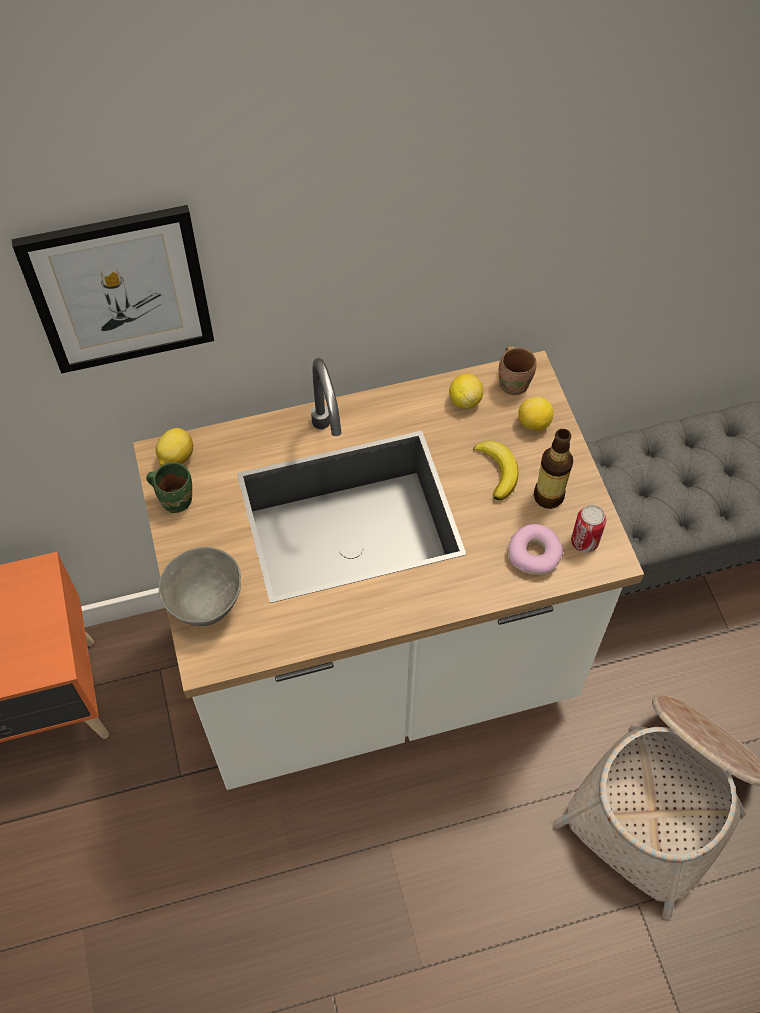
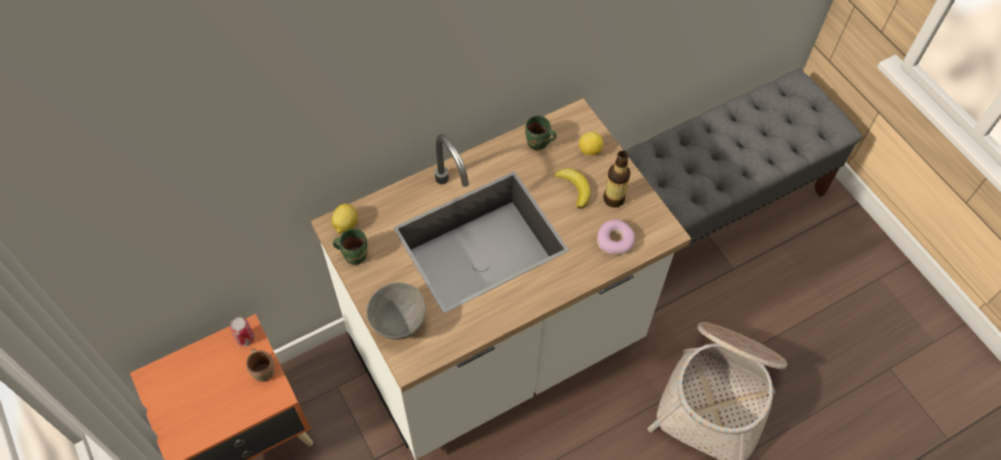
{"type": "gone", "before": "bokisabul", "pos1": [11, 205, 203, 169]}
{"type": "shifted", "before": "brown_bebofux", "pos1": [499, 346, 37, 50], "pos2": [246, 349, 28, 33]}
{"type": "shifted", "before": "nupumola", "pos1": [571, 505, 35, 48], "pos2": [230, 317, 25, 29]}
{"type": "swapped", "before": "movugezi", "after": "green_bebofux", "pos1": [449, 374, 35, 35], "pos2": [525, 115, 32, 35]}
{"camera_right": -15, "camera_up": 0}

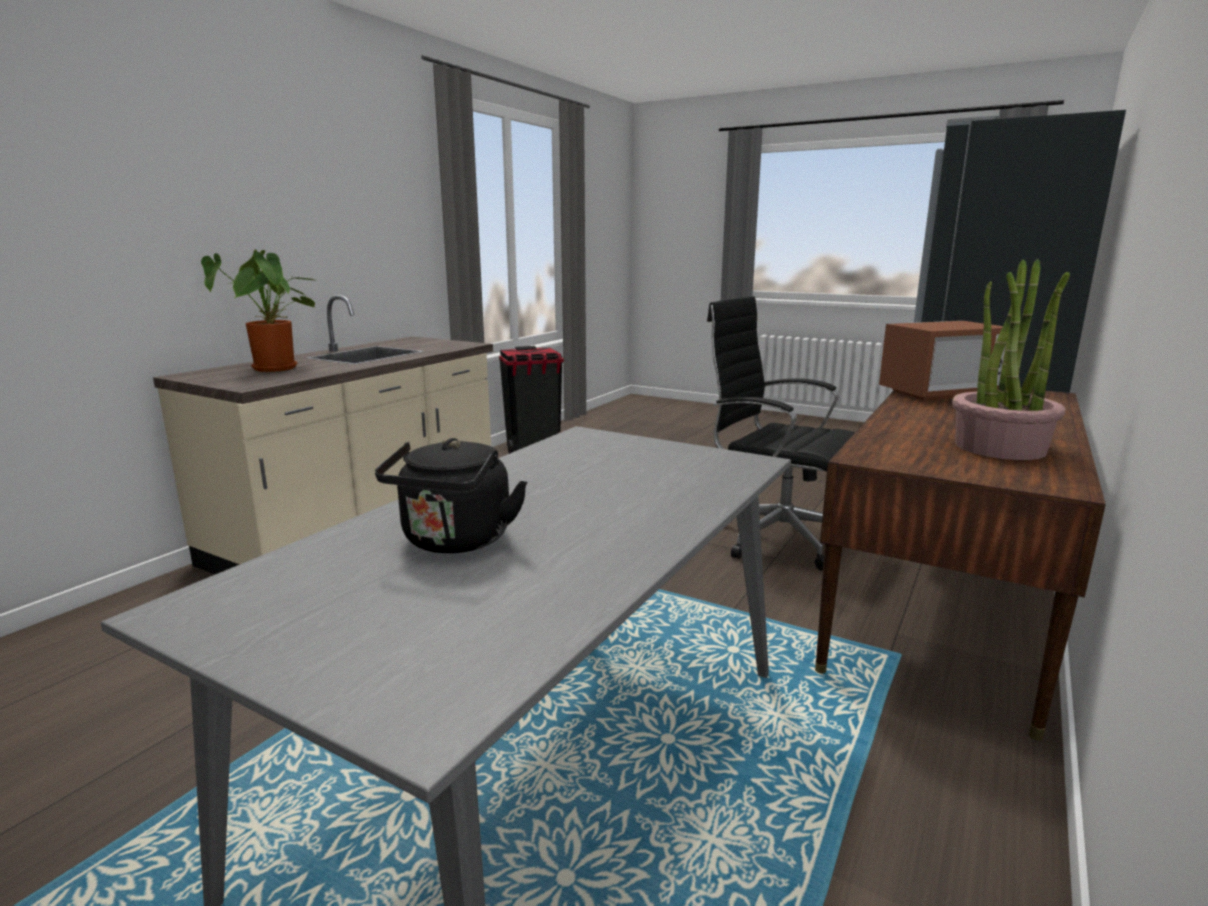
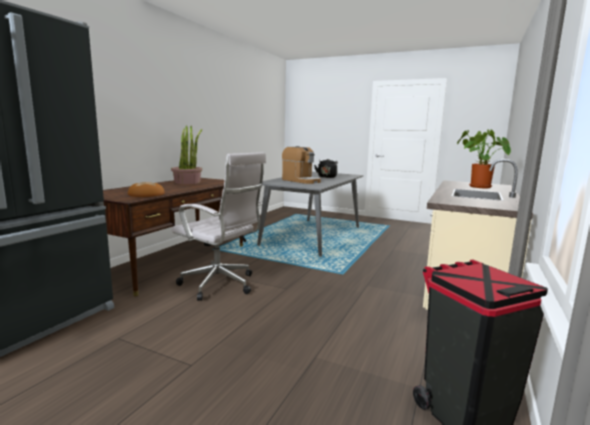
{"type": "new", "after": "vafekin", "pos2": [282, 146, 39, 38]}
{"type": "swapped", "before": "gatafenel", "after": "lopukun", "pos1": [879, 321, 127, 80], "pos2": [128, 182, 37, 15]}
{"type": "repainted", "before": "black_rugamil", "after": "white_rugamil", "pos1": [707, 296, 148, 274], "pos2": [171, 152, 95, 149]}
{"camera_right": 175, "camera_up": -5}

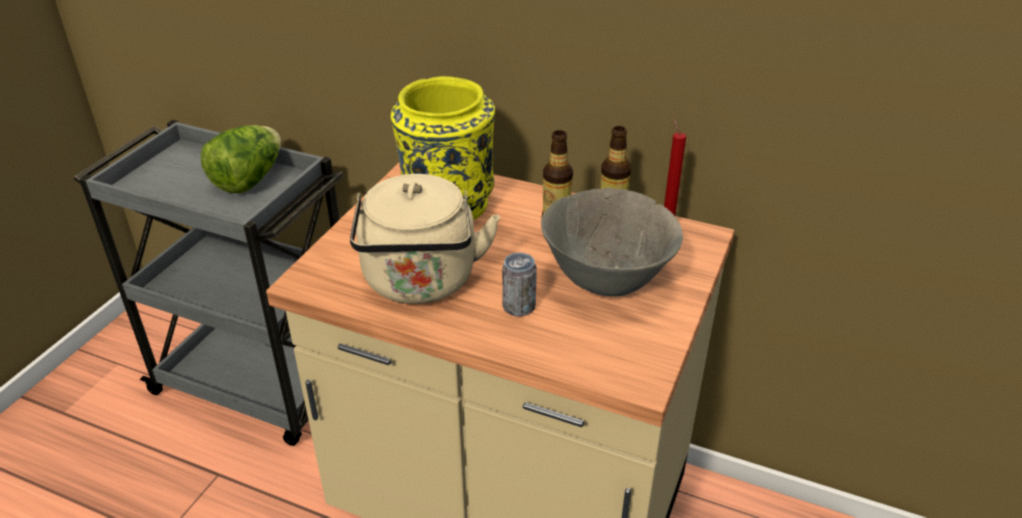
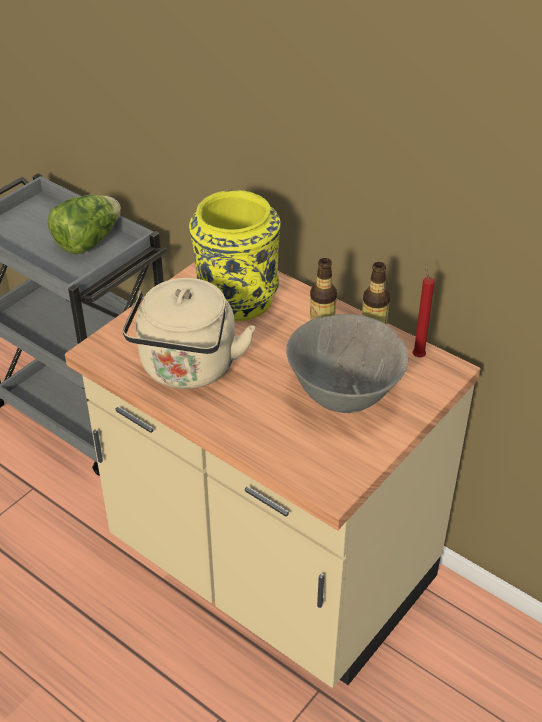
{"type": "gone", "before": "nupumola", "pos1": [502, 252, 35, 65]}
{"camera_right": 15, "camera_up": 5}

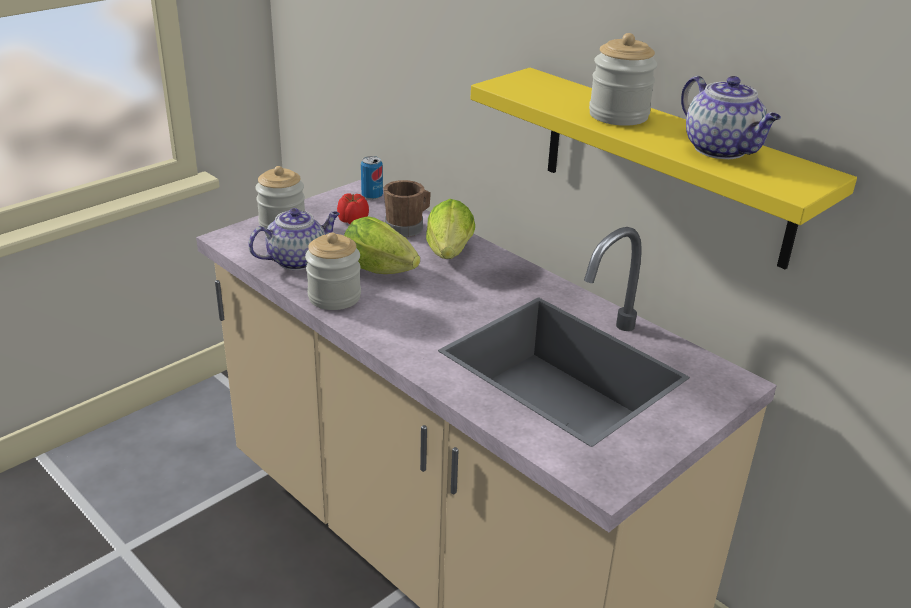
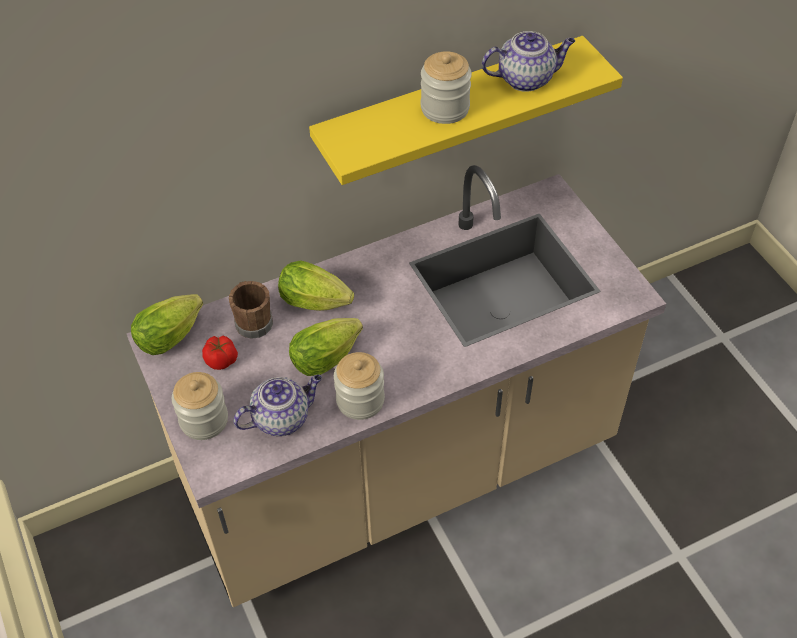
{"type": "swapped", "before": "nupumola", "after": "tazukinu", "pos1": [361, 156, 22, 44], "pos2": [131, 294, 72, 61]}
{"type": "rotated", "before": "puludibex", "pos1": [248, 208, 92, 62], "pos2": [233, 375, 89, 61], "turn": 75}
{"camera_right": -70, "camera_up": 20}

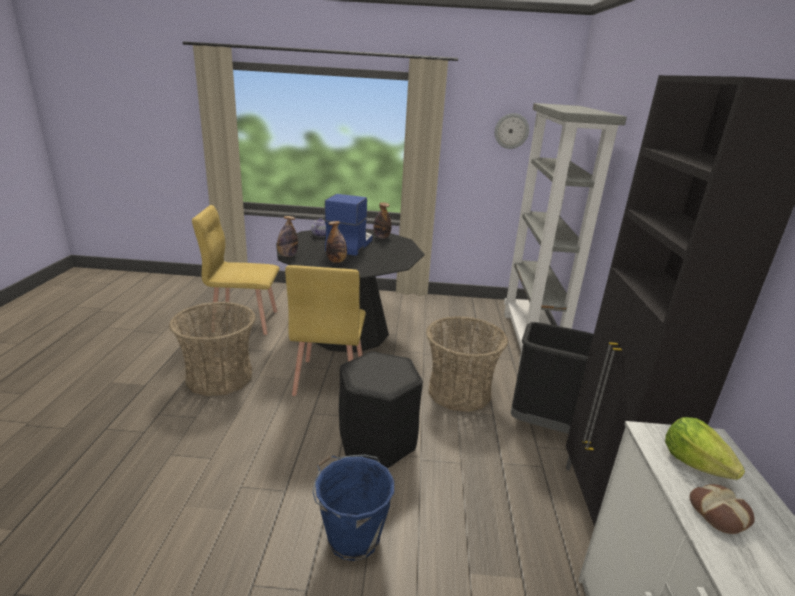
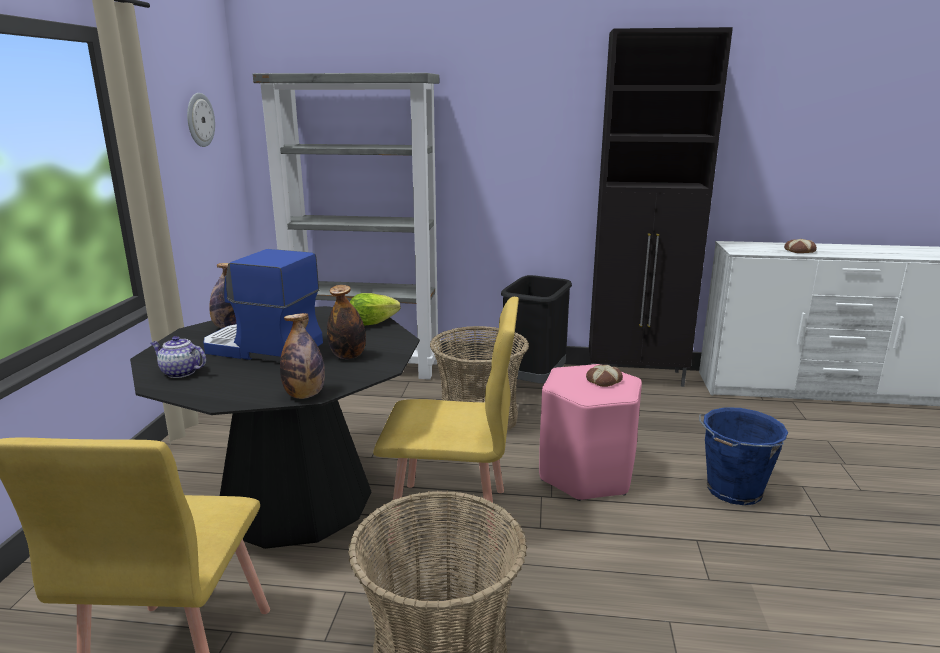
{"type": "new", "after": "lopukun", "pos2": [586, 365, 37, 22]}
{"type": "shifted", "before": "tazukinu", "pos1": [665, 417, 80, 63], "pos2": [350, 293, 50, 32]}
{"type": "repainted", "before": "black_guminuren", "after": "pink_guminuren", "pos1": [339, 352, 84, 116], "pos2": [539, 364, 103, 137]}
{"camera_right": -85, "camera_up": -5}

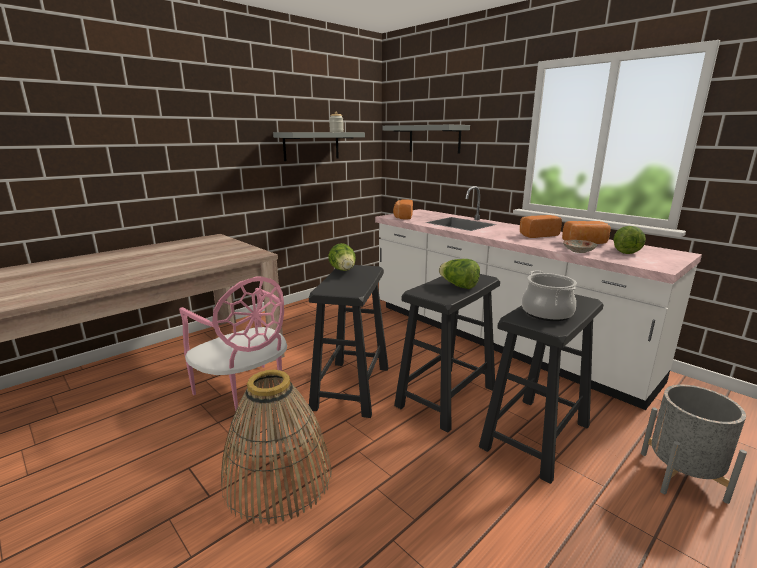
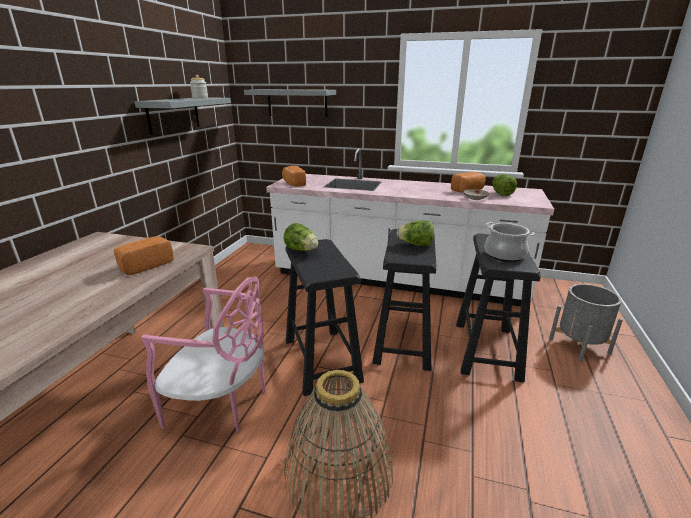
{"type": "shifted", "before": "lopukun", "pos1": [520, 215, 42, 23], "pos2": [114, 236, 60, 39]}
{"camera_right": -30, "camera_up": 5}

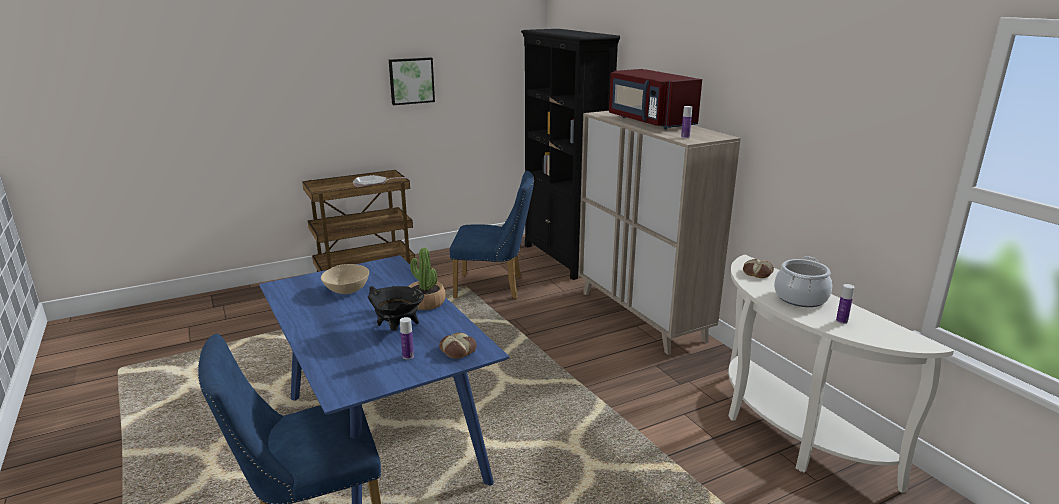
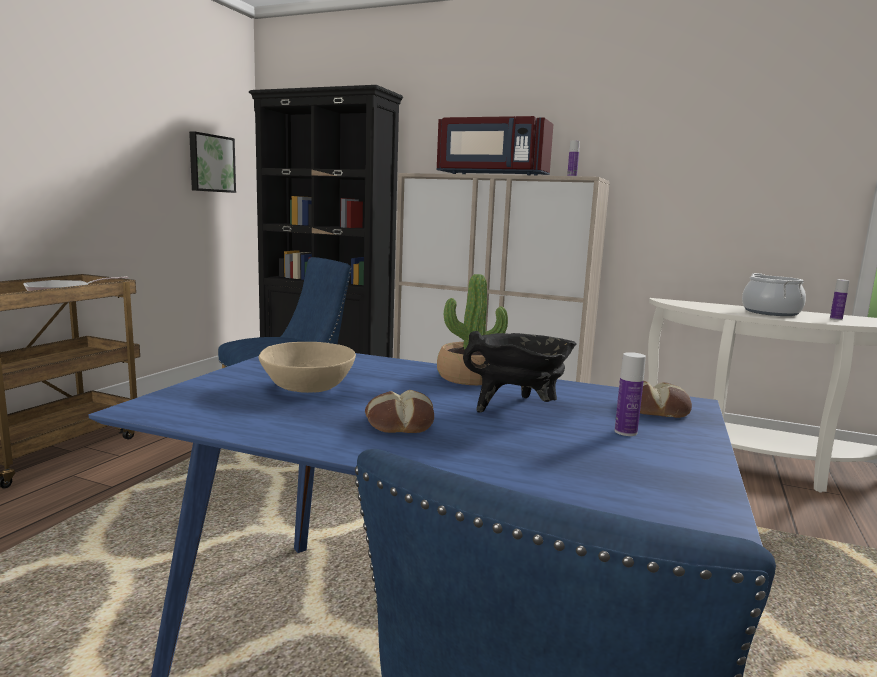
{"type": "shifted", "before": "bokisabul", "pos1": [389, 57, 46, 48], "pos2": [189, 131, 47, 62]}
{"type": "shifted", "before": "lopukun", "pos1": [743, 259, 31, 19], "pos2": [365, 390, 69, 43]}
{"camera_right": -40, "camera_up": -10}

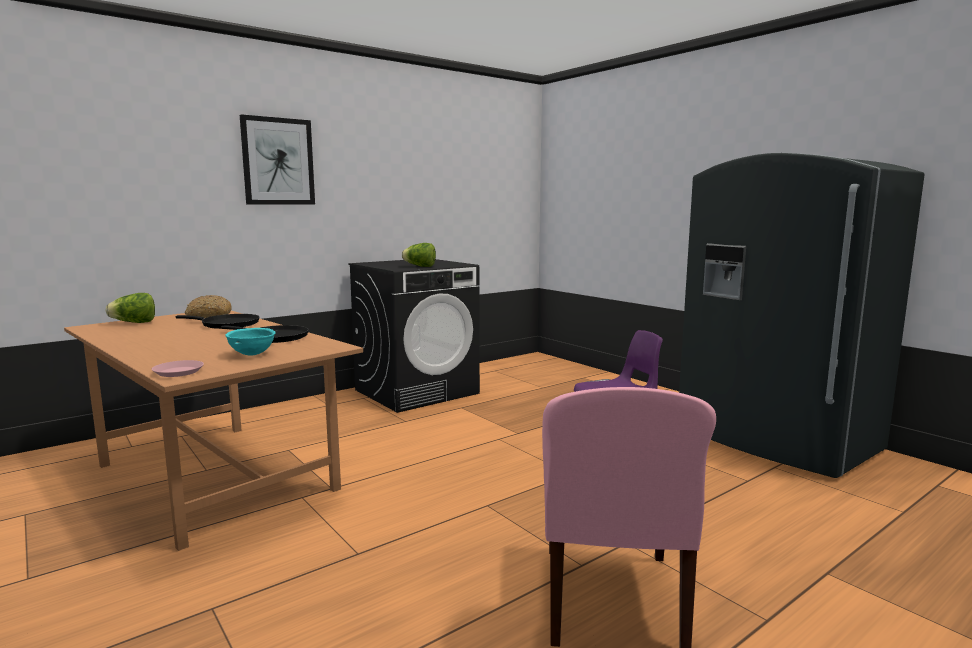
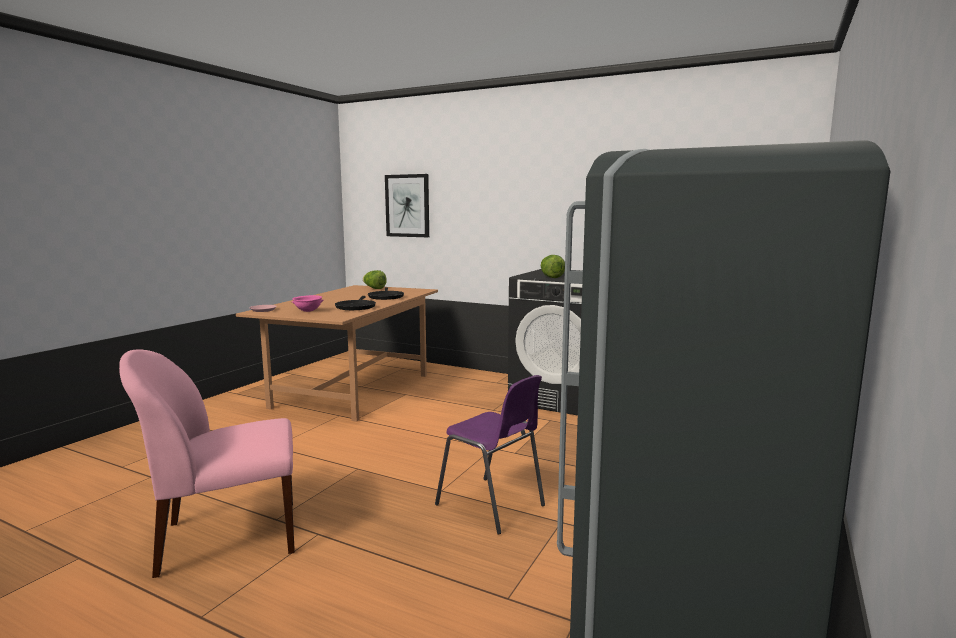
{"type": "gone", "before": "lopukun", "pos1": [185, 295, 47, 23]}
{"type": "shifted", "before": "bokisabul", "pos1": [240, 114, 75, 91], "pos2": [385, 174, 44, 63]}
{"type": "repainted", "before": "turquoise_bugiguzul", "after": "pink_bugiguzul", "pos1": [225, 328, 50, 28], "pos2": [292, 295, 32, 17]}
{"camera_right": 65, "camera_up": 0}

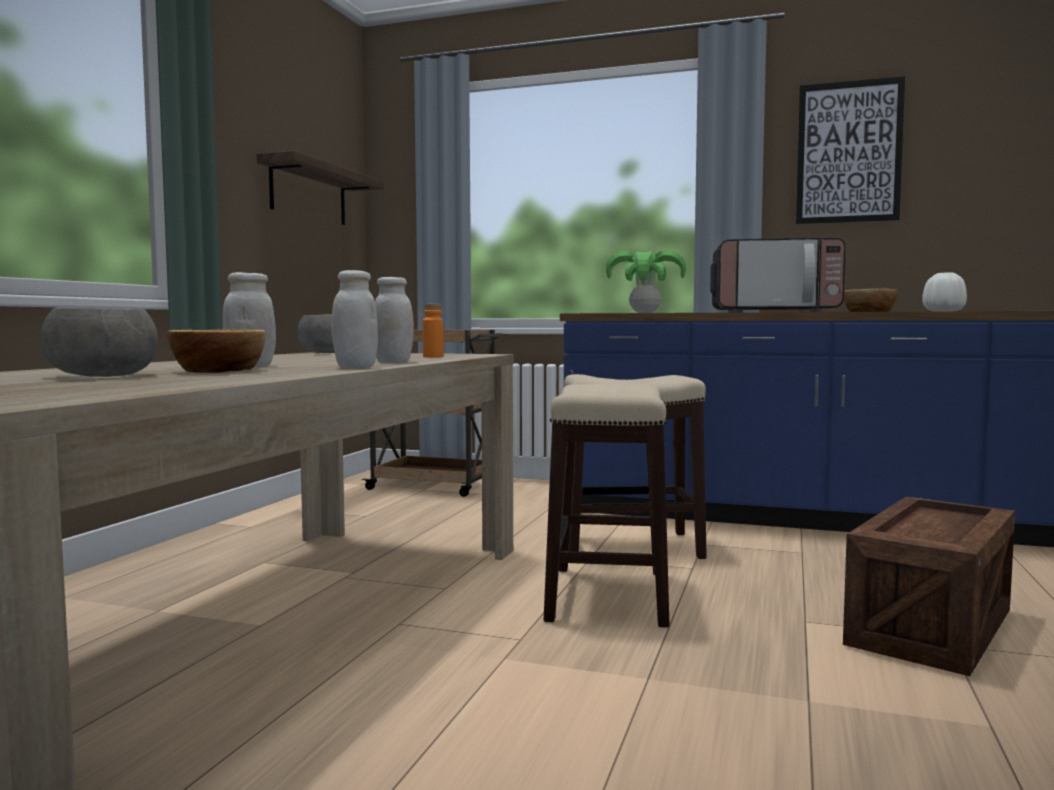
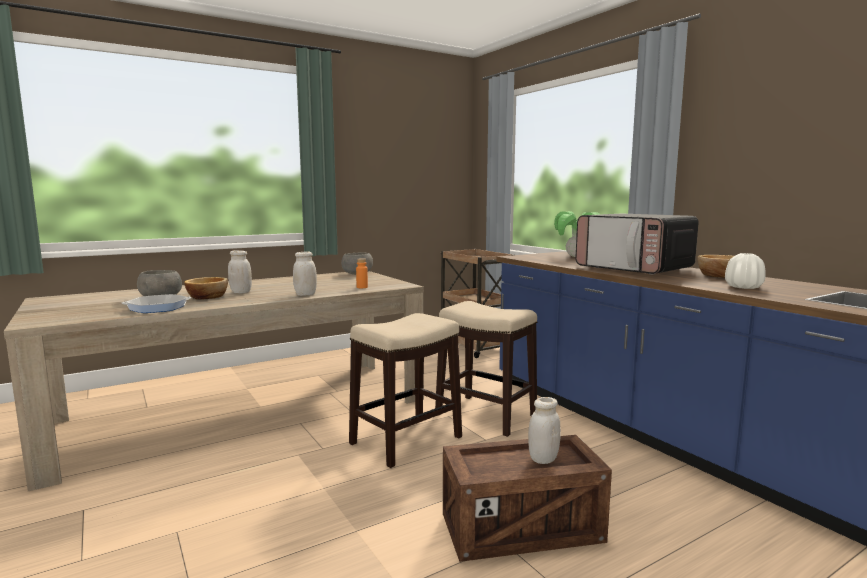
{"type": "gone", "before": "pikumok", "pos1": [257, 151, 127, 74]}
{"type": "gone", "before": "bokisabul", "pos1": [796, 76, 109, 148]}
{"type": "new", "after": "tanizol", "pos2": [122, 294, 69, 19]}
{"type": "shifted", "before": "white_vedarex", "pos1": [331, 270, 47, 98], "pos2": [528, 397, 33, 67]}
{"camera_right": 40, "camera_up": 5}

